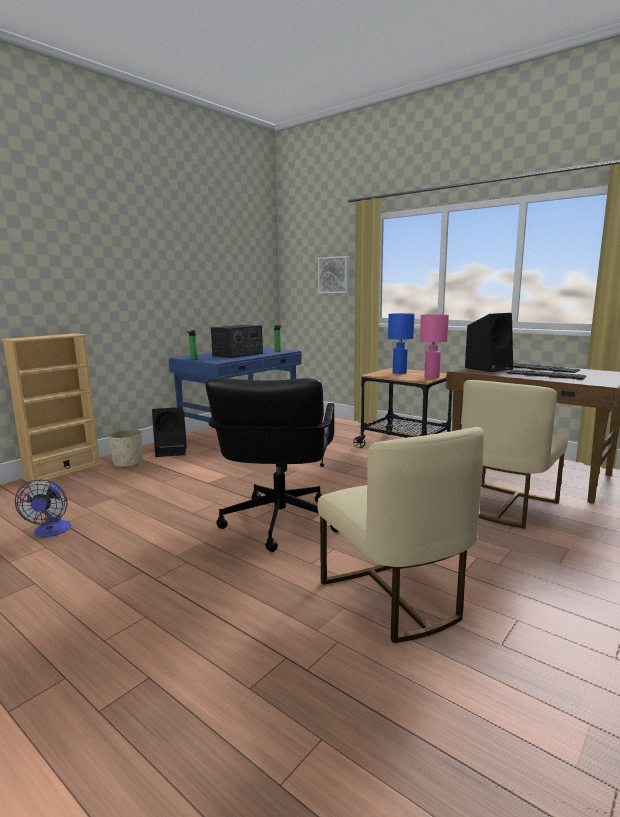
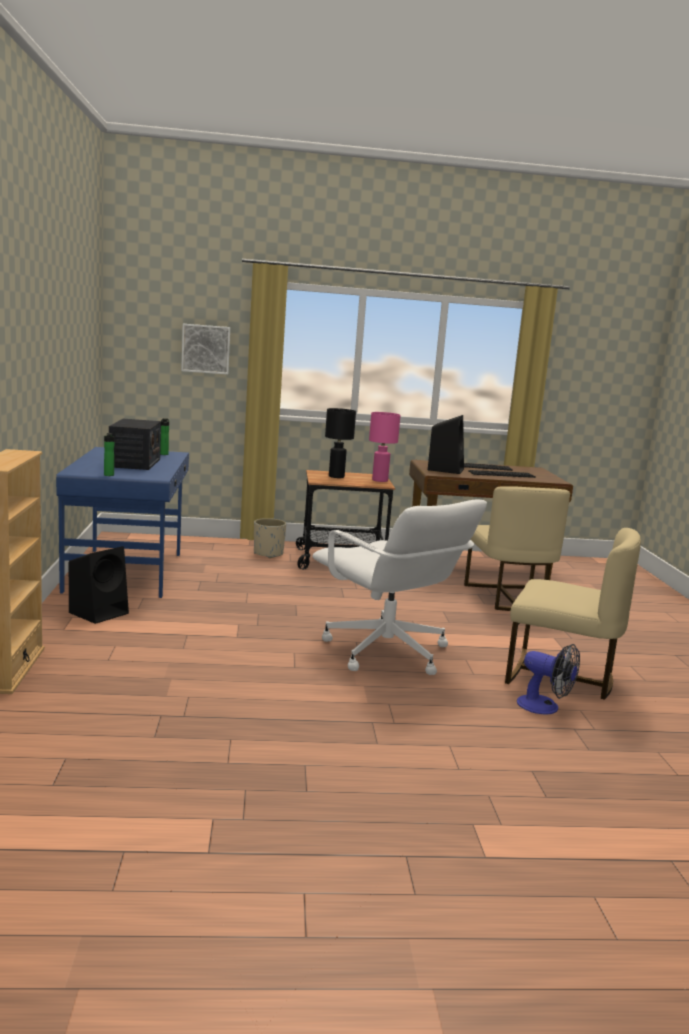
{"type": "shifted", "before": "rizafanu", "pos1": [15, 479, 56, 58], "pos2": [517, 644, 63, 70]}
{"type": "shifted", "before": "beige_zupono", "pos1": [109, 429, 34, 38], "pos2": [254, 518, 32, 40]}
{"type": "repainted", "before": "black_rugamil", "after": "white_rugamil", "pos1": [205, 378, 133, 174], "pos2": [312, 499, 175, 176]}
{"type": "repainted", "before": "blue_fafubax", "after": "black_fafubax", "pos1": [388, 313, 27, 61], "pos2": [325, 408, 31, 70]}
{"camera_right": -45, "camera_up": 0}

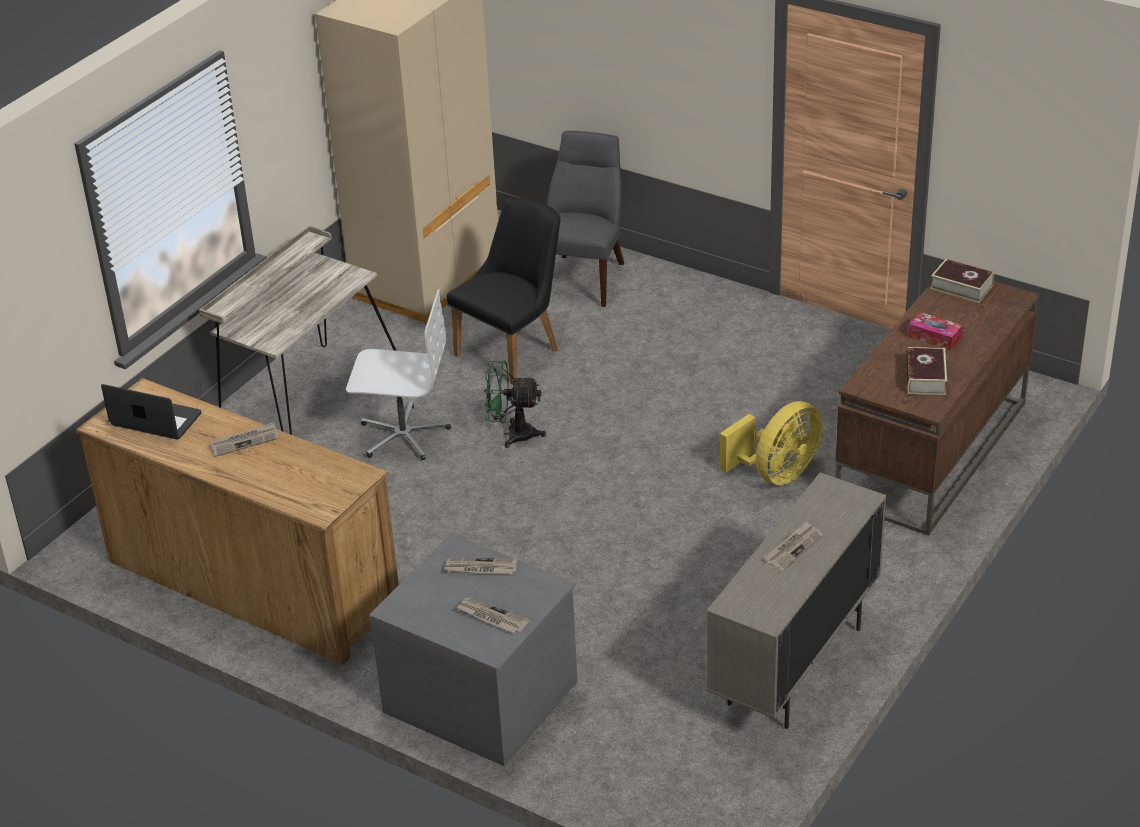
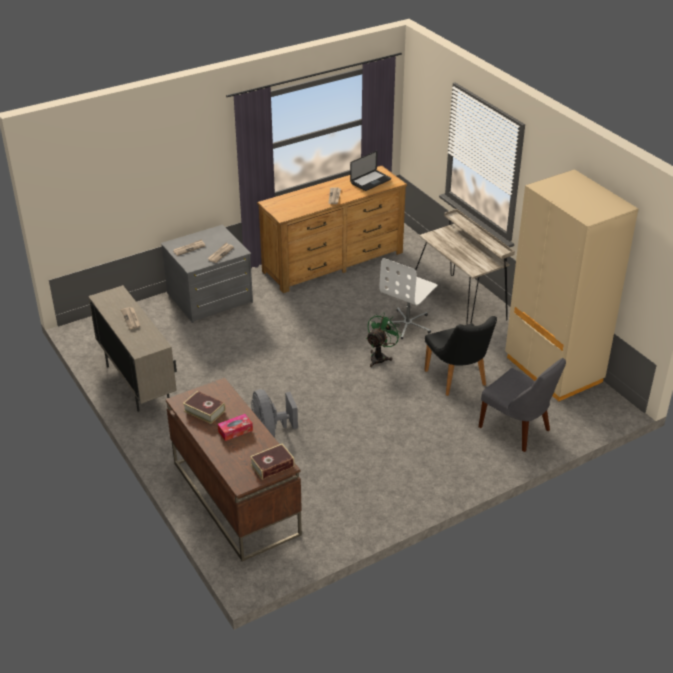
{"type": "repainted", "before": "yellow_rizafanu", "after": "grey_rizafanu", "pos1": [720, 401, 103, 84], "pos2": [251, 389, 47, 49]}
{"camera_right": 115, "camera_up": 0}

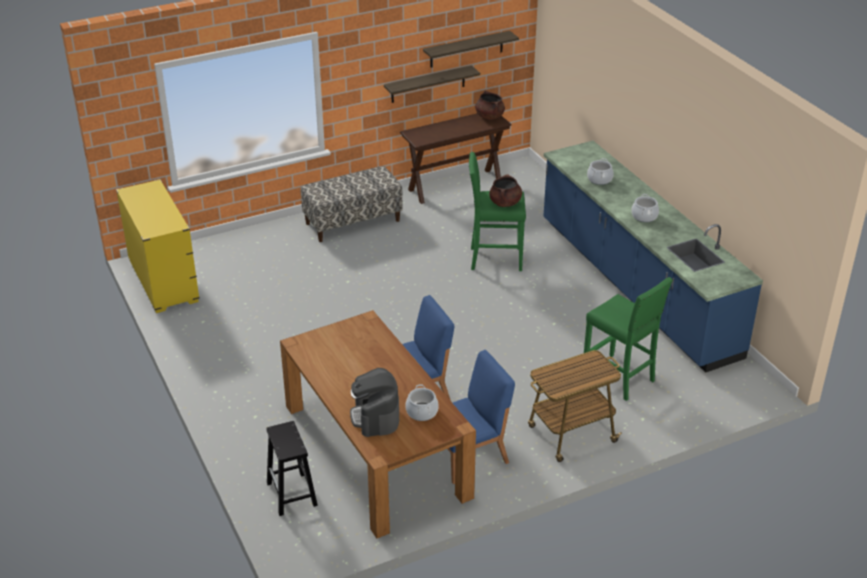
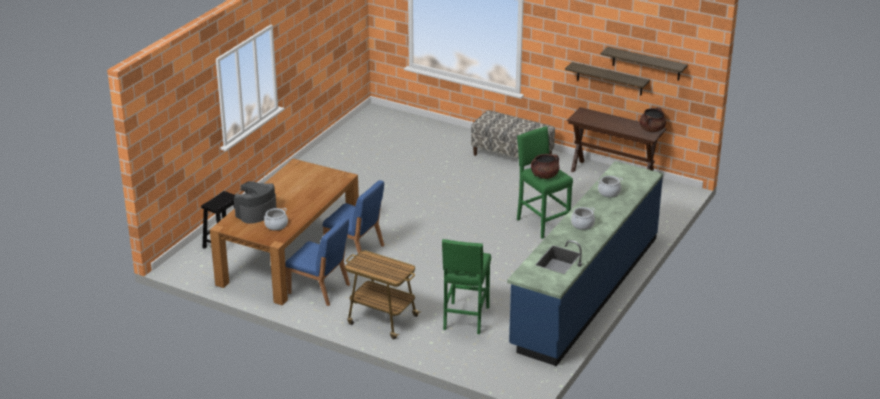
{"type": "gone", "before": "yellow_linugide", "pos1": [116, 179, 84, 134]}
{"camera_right": 55, "camera_up": -5}

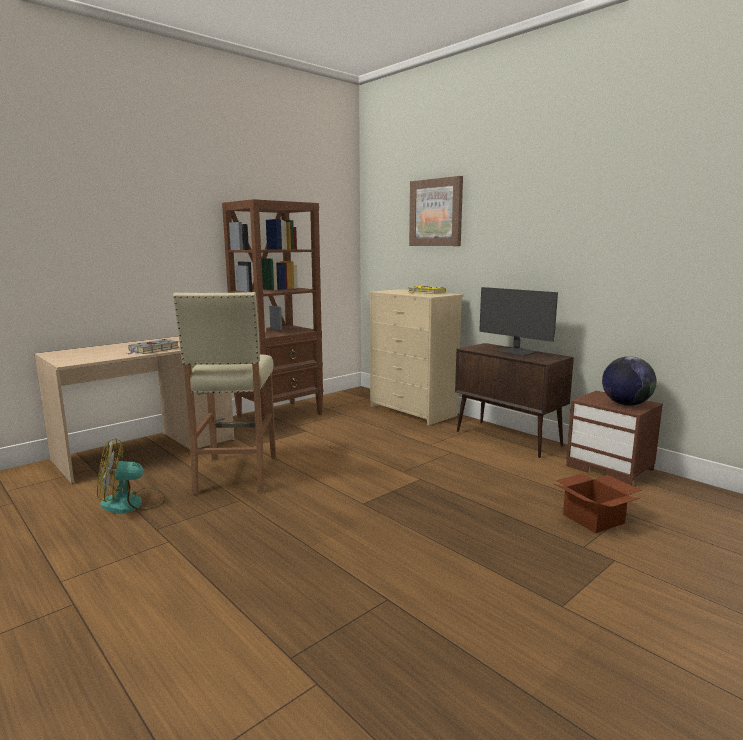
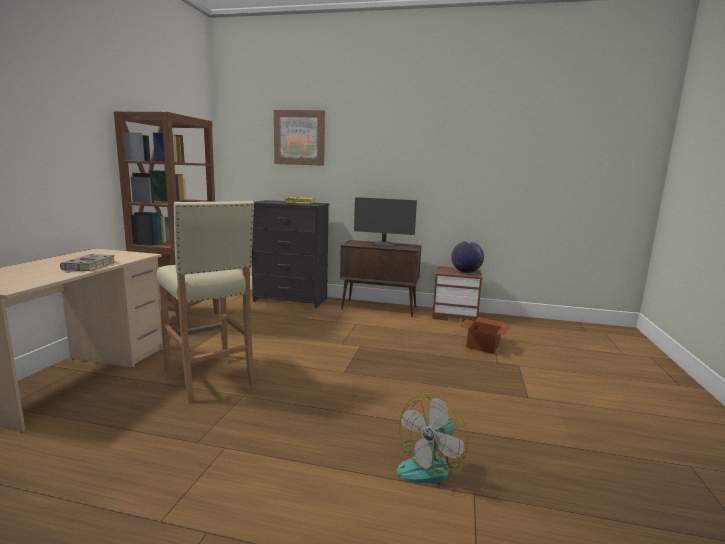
{"type": "shifted", "before": "rizafanu", "pos1": [97, 438, 69, 76], "pos2": [397, 393, 71, 90]}
{"type": "repainted", "before": "beige_linugide", "after": "black_linugide", "pos1": [369, 289, 94, 137], "pos2": [252, 200, 78, 108]}
{"camera_right": -35, "camera_up": 0}

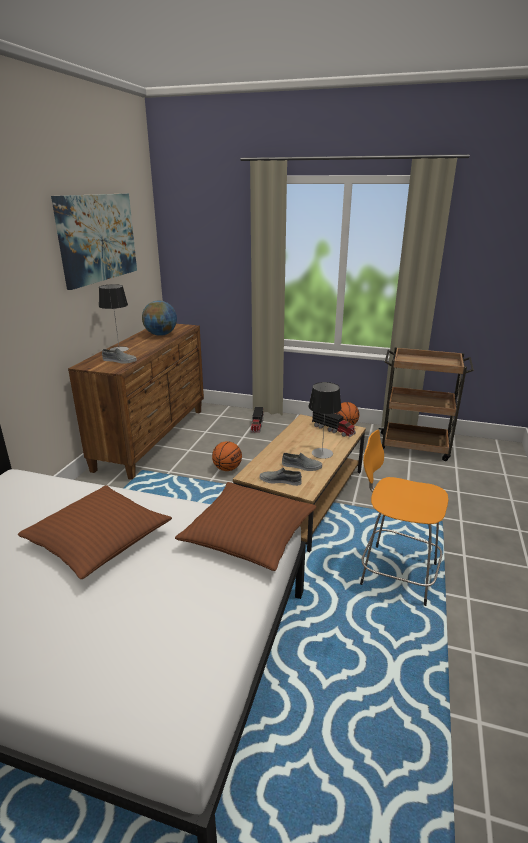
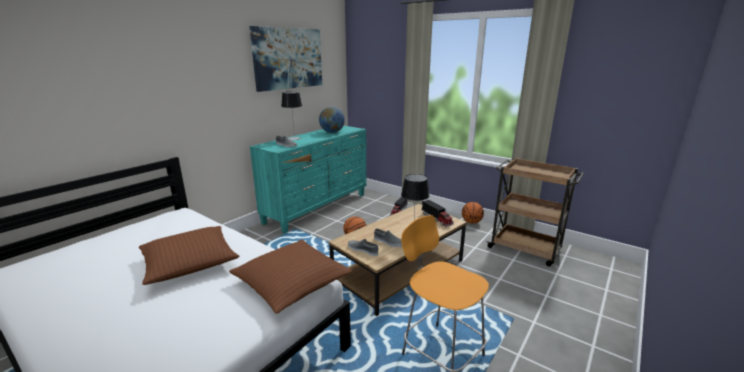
{"type": "repainted", "before": "brown_linugide", "after": "turquoise_linugide", "pos1": [68, 324, 136, 156], "pos2": [250, 126, 116, 108]}
{"camera_right": 20, "camera_up": -5}

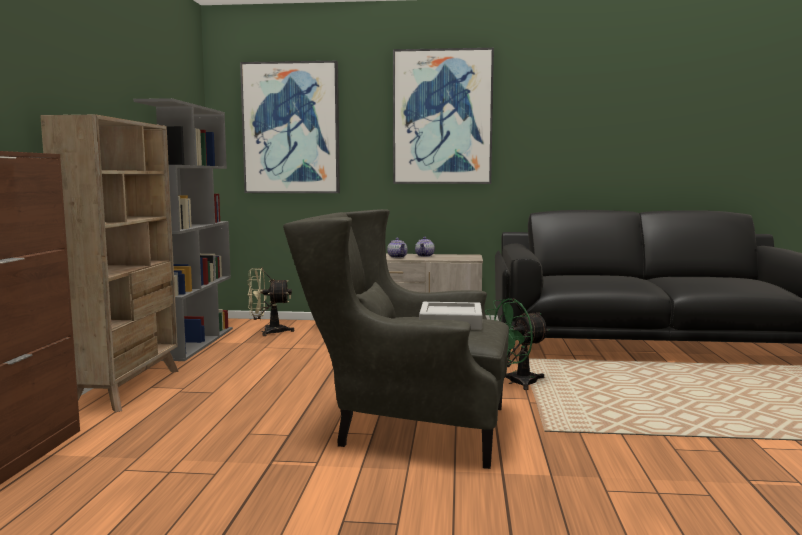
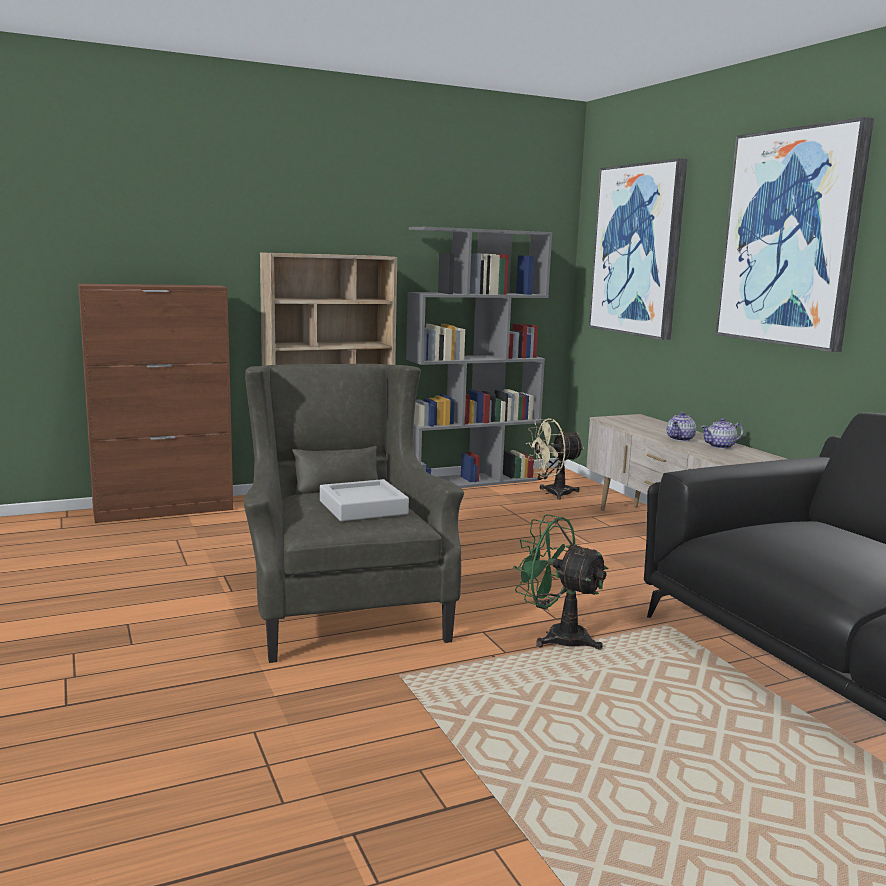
{"type": "rotated", "before": "beige_rizafanu", "pos1": [247, 267, 47, 69], "pos2": [526, 418, 58, 82], "turn": -75}
{"camera_right": 60, "camera_up": 5}

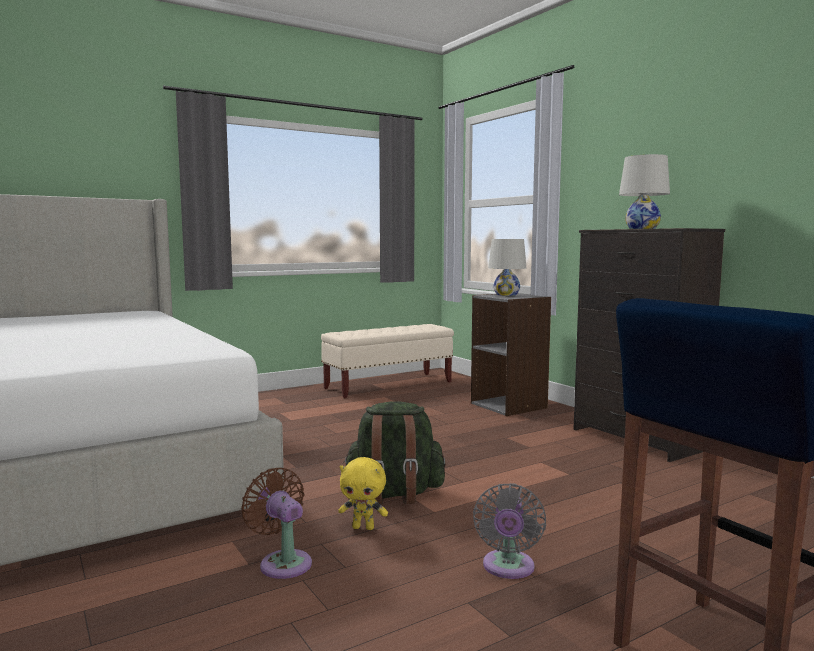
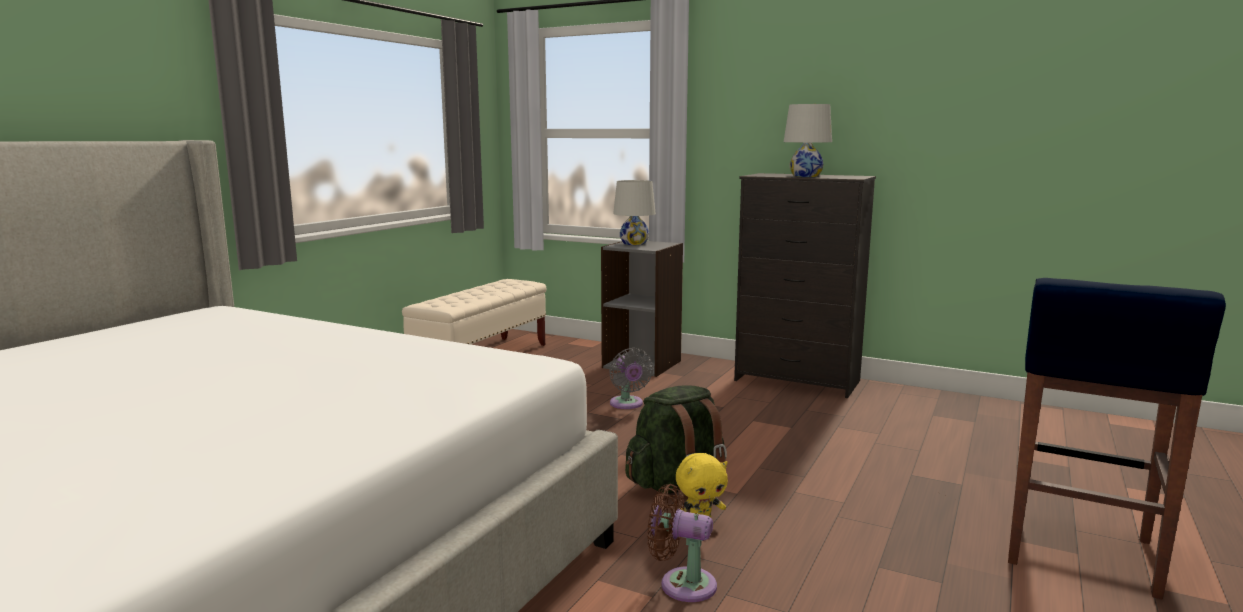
{"type": "shifted", "before": "grey_rizafanu", "pos1": [473, 483, 73, 96], "pos2": [609, 348, 44, 61]}
{"camera_right": -30, "camera_up": 5}

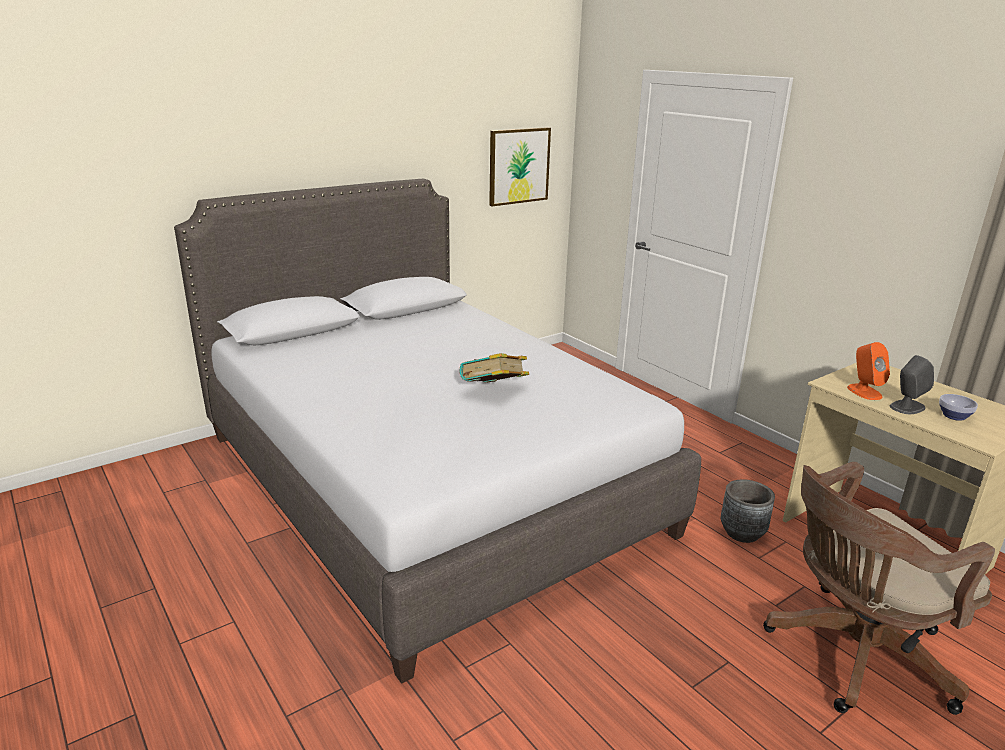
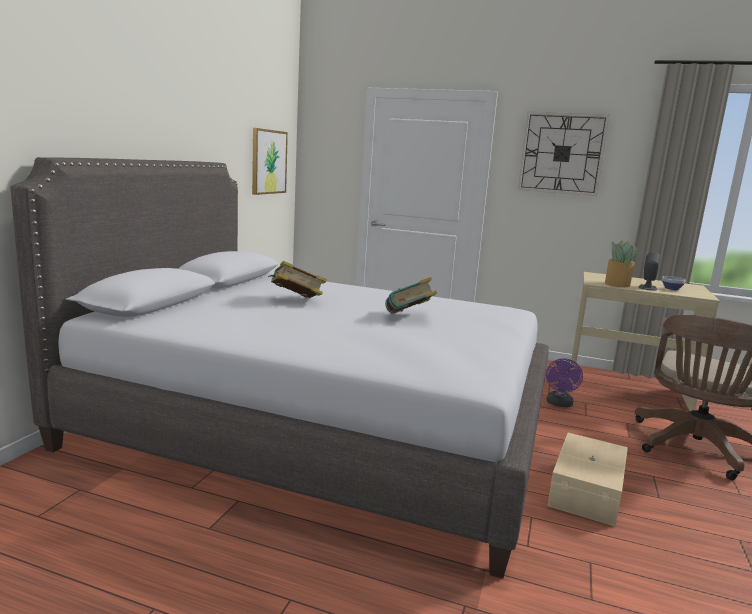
{"type": "new", "after": "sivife", "pos2": [268, 261, 59, 37]}
{"type": "new", "after": "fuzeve", "pos2": [518, 111, 92, 85]}
{"type": "new", "after": "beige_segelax", "pos2": [547, 433, 81, 94]}
{"type": "swapped", "before": "grey_zupono", "after": "purple_rizafanu", "pos1": [721, 479, 54, 64], "pos2": [546, 358, 37, 49]}
{"type": "swapped", "before": "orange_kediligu", "after": "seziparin", "pos1": [847, 342, 43, 58], "pos2": [605, 241, 33, 46]}
{"camera_right": -35, "camera_up": -10}

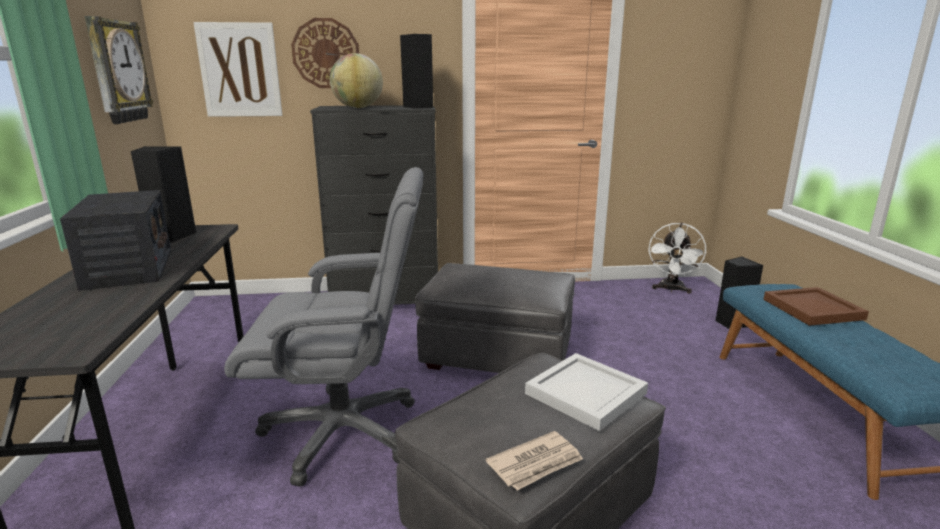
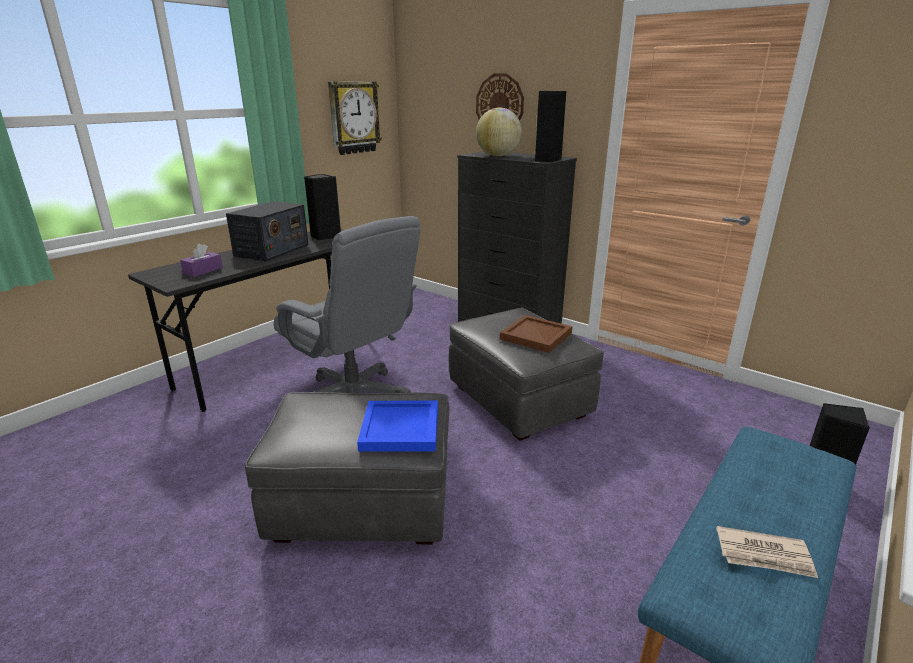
{"type": "gone", "before": "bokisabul", "pos1": [193, 22, 89, 95]}
{"type": "gone", "before": "white_rizafanu", "pos1": [648, 223, 58, 71]}
{"type": "new", "after": "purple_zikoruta", "pos2": [180, 243, 43, 34]}
{"type": "shifted", "before": "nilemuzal", "pos1": [486, 431, 97, 59], "pos2": [716, 526, 102, 52]}
{"type": "shifted", "before": "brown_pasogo", "pos1": [763, 287, 106, 39], "pos2": [500, 315, 73, 38]}
{"type": "repainted", "before": "white_pasogo", "after": "blue_pasogo", "pos1": [525, 353, 123, 78], "pos2": [357, 401, 81, 50]}
{"camera_right": 45, "camera_up": 5}

